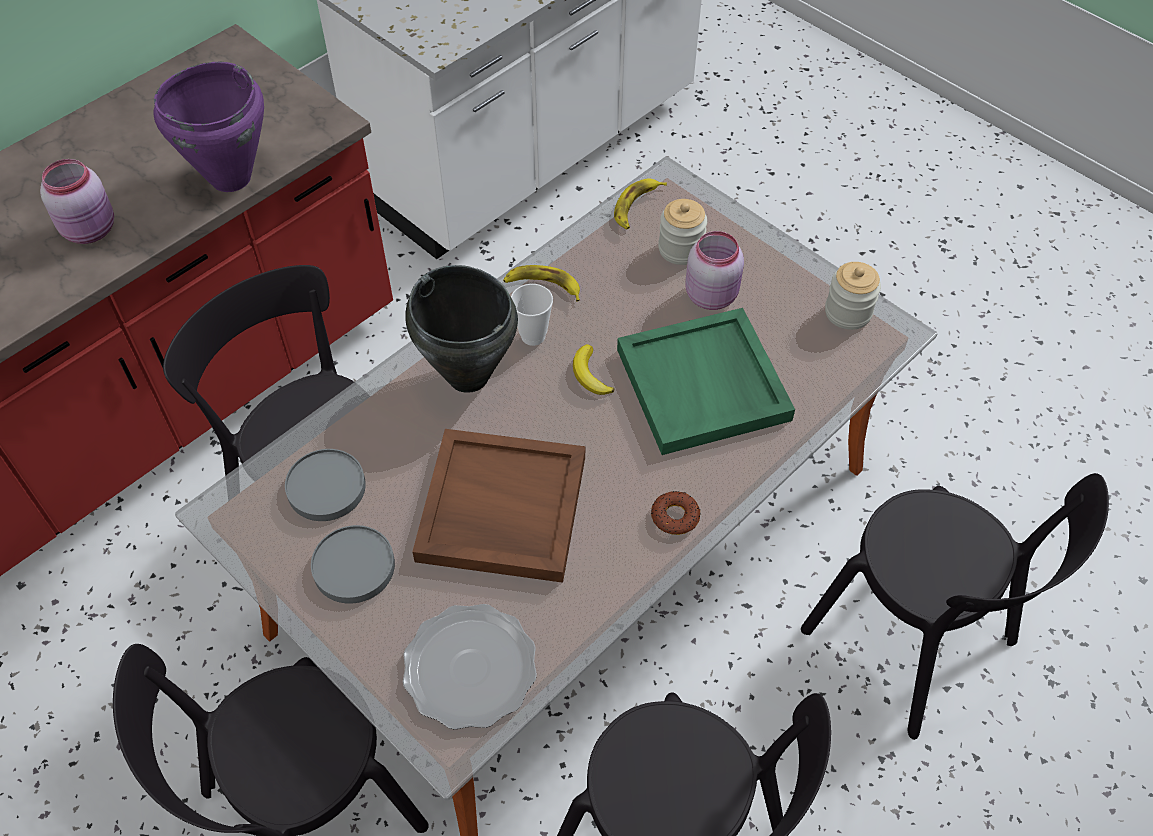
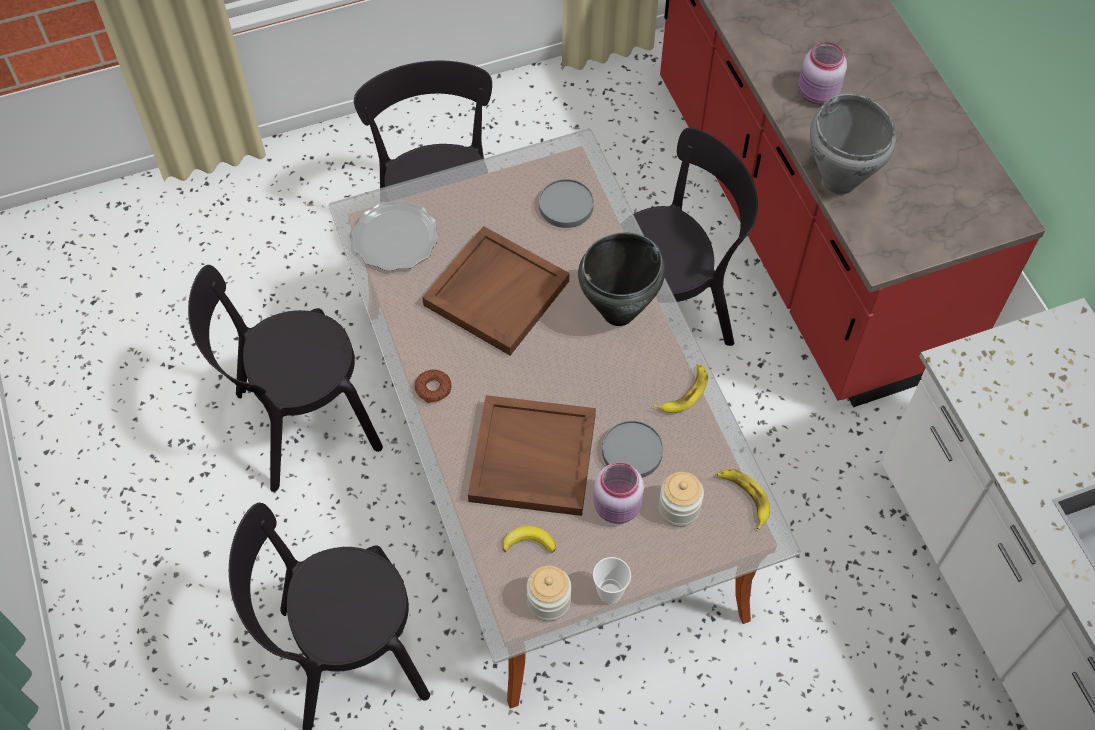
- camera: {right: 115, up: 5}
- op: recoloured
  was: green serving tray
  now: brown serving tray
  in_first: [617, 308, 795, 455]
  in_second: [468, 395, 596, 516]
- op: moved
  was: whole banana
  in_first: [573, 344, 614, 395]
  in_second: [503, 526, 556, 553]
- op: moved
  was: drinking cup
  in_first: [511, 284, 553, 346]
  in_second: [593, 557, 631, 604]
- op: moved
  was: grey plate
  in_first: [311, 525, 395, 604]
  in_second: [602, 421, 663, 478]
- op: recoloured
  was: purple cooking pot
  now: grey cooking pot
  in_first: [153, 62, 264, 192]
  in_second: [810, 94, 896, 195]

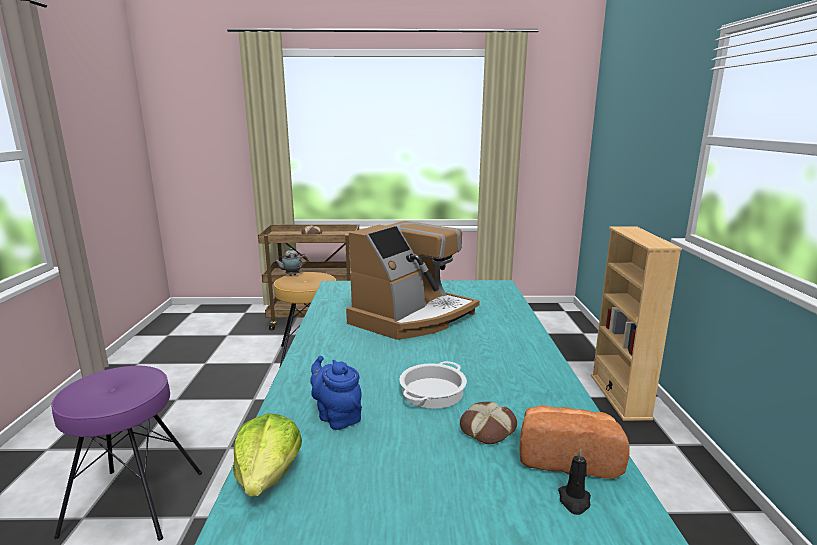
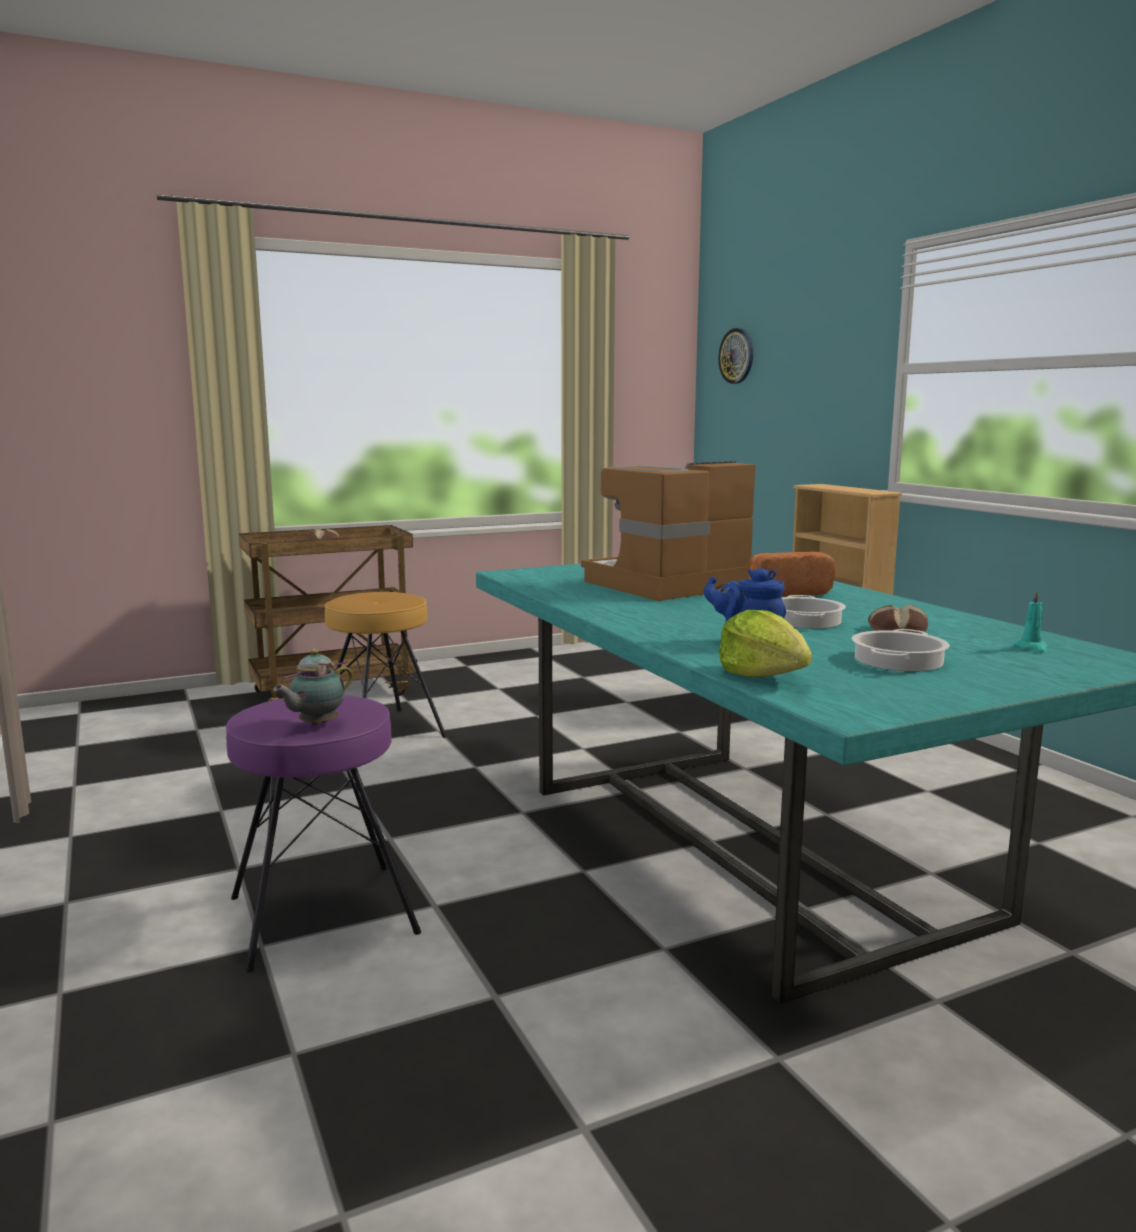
- camera: {right: -25, up: -5}
- op: moved
  was: pot for tea
  in_first: [274, 248, 308, 276]
  in_second: [273, 649, 353, 726]
- op: turned
  was: coffee brewer
  in_first: [346, 221, 480, 340]
  in_second: [581, 461, 756, 601]
  clockwise: -135
- op: added
  now: hanging clock
  in_second: [718, 328, 753, 384]
- op: moved
  was: bread
  in_first: [519, 405, 630, 479]
  in_second: [748, 552, 835, 597]
- op: added
  now: cooking pot
  in_second: [852, 629, 950, 671]
- op: recoloured
  was: black candle
  now: turquoise candle
  in_first: [558, 448, 591, 515]
  in_second: [1013, 591, 1048, 653]

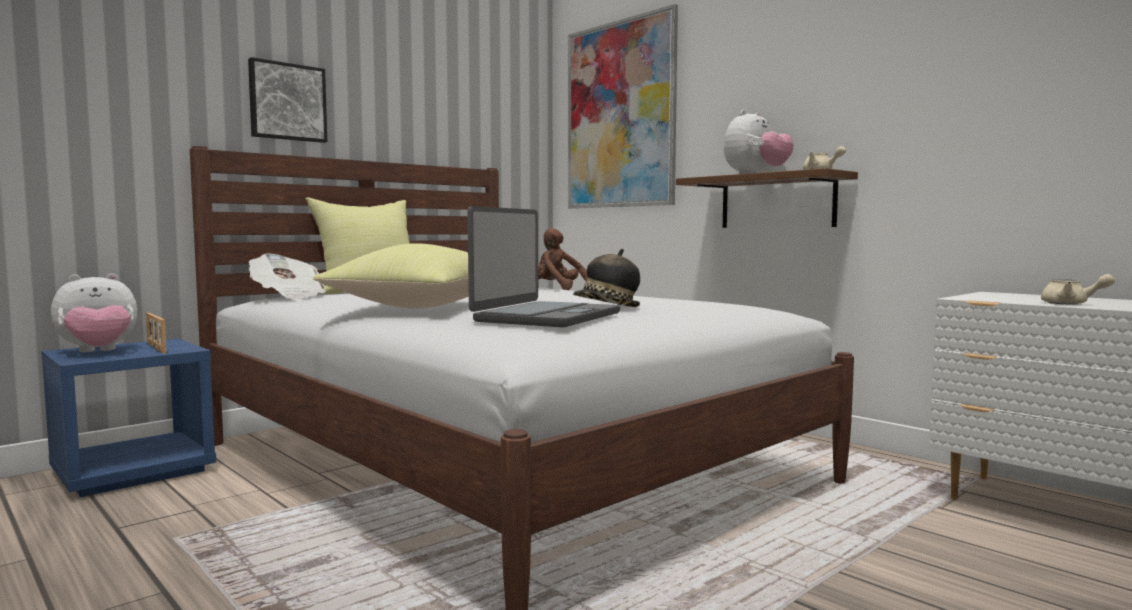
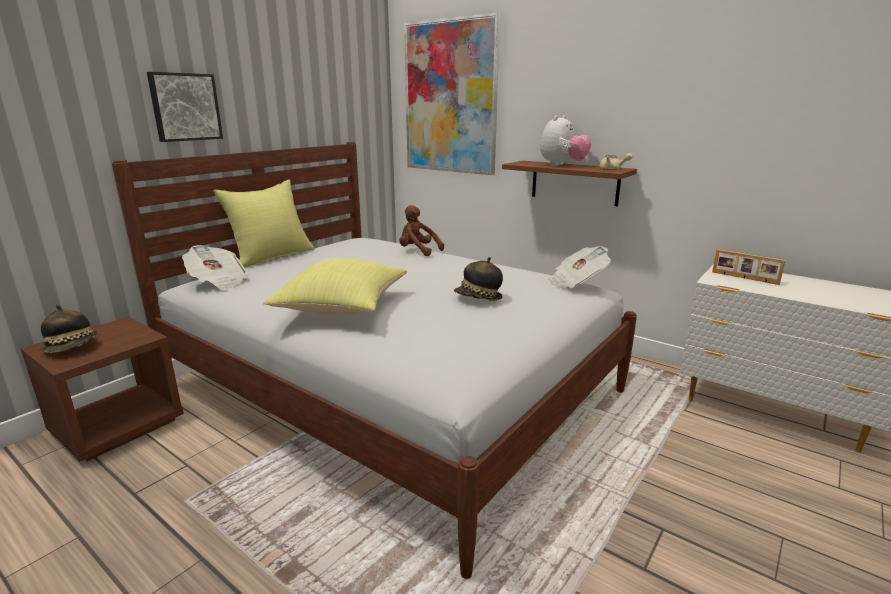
- camera: {right: -10, up: 15}
- op: recoloured
  was: blue-coloured night table
  now: brown night table
  in_first: [41, 339, 216, 497]
  in_second: [21, 317, 184, 461]
- op: replaced
  was: plush toy
  now: wearable hat
  in_first: [51, 273, 137, 352]
  in_second: [41, 305, 98, 353]
- op: added
  now: daily paper
  in_second: [546, 246, 611, 288]
- op: moved
  was: photo frame
  in_first: [146, 312, 167, 353]
  in_second: [712, 249, 786, 285]
- op: removed
  was: notebook computer
  in_first: [468, 206, 620, 327]
- op: removed
  was: sand-coloured pot for tea
  in_first: [1041, 274, 1115, 304]

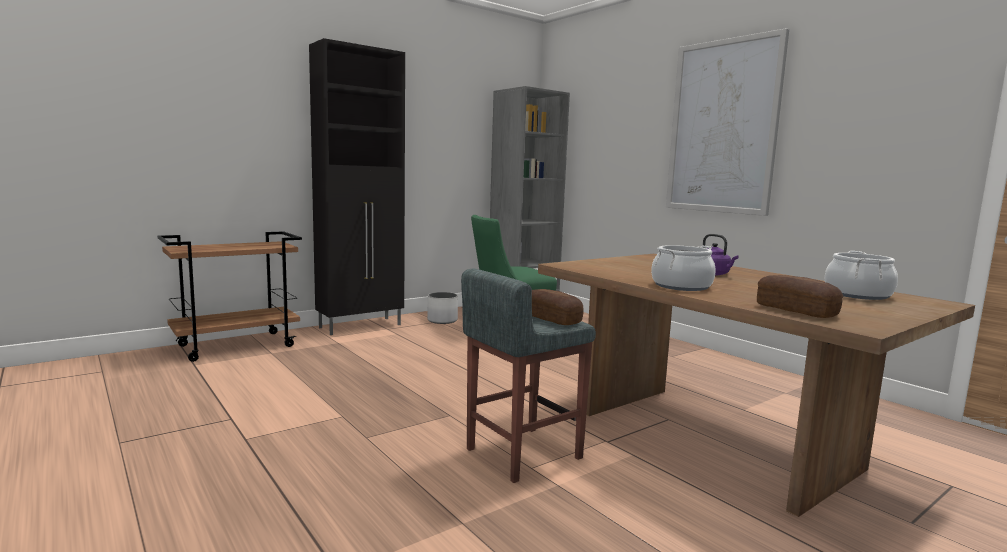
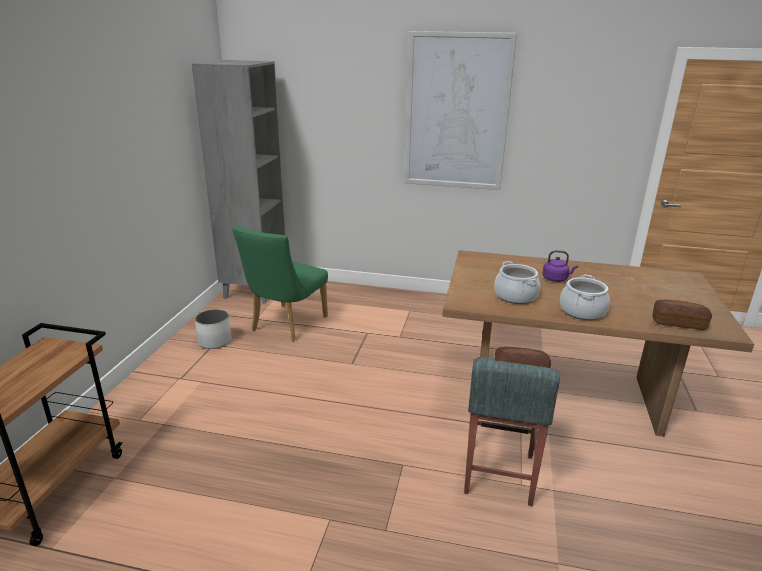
- camera: {right: -40, up: 15}
- op: moved
  was: cooking pot
  in_first: [824, 251, 898, 300]
  in_second: [494, 261, 540, 304]
- op: removed
  was: black cabinet
  in_first: [309, 38, 405, 335]

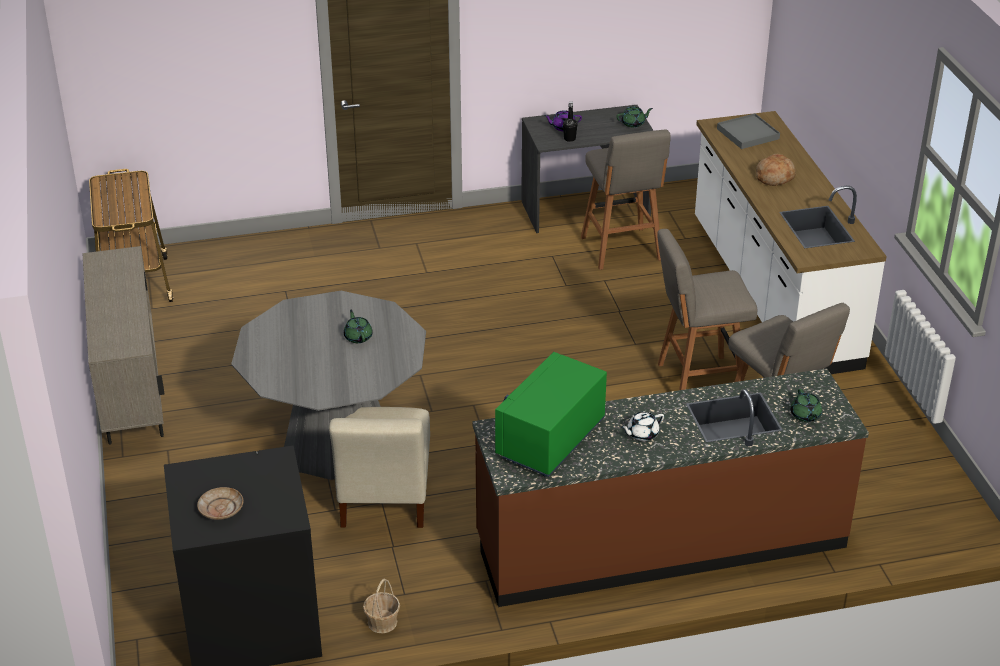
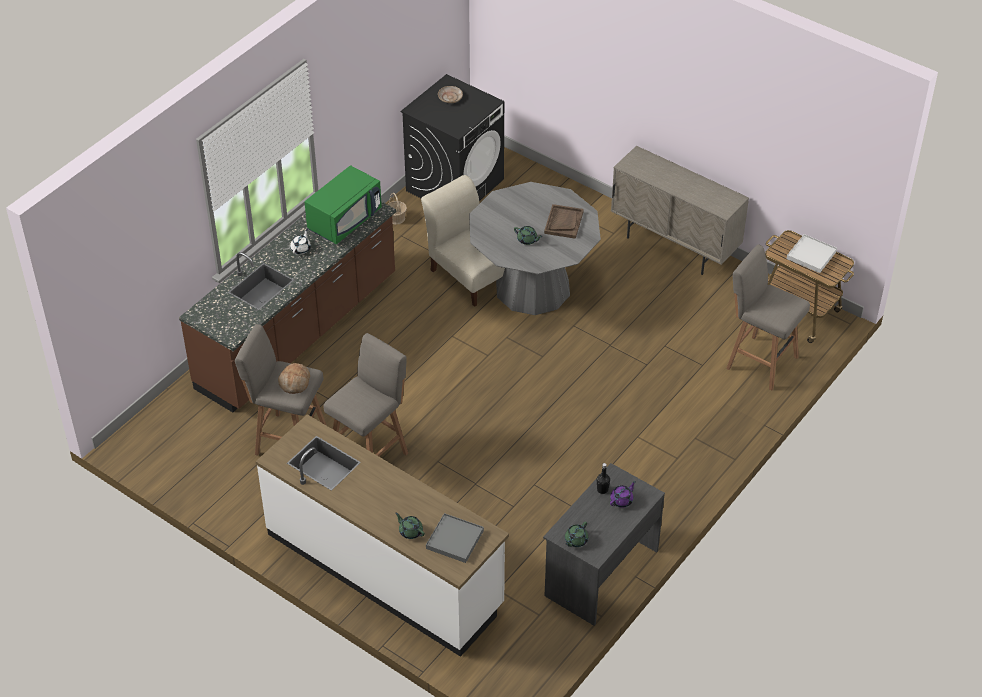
- camera: {right: 140, up: 10}
- op: moved
  was: bread
  in_first: [756, 154, 796, 186]
  in_second: [278, 363, 310, 394]
- op: turned
  was: green microwave oven
  in_first: [495, 352, 607, 477]
  in_second: [305, 165, 382, 244]
  clockwise: 45
- op: moved
  was: green pot for tea
  in_first: [790, 389, 822, 422]
  in_second: [395, 512, 425, 539]
- op: added
  now: brown serving tray
  in_second: [544, 204, 584, 239]
- op: moved
  was: grey stool
  in_first: [581, 130, 671, 270]
  in_second: [726, 245, 810, 391]
- op: added
  now: white-coloured serving tray
  in_second: [787, 234, 837, 273]

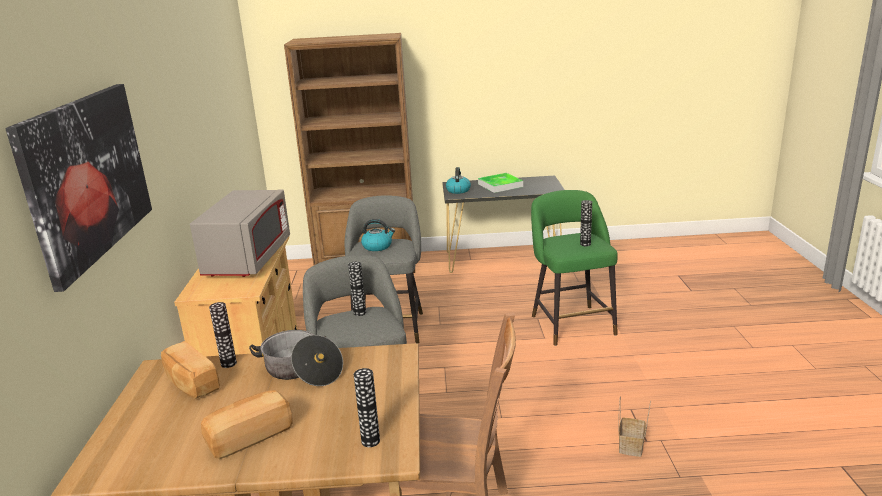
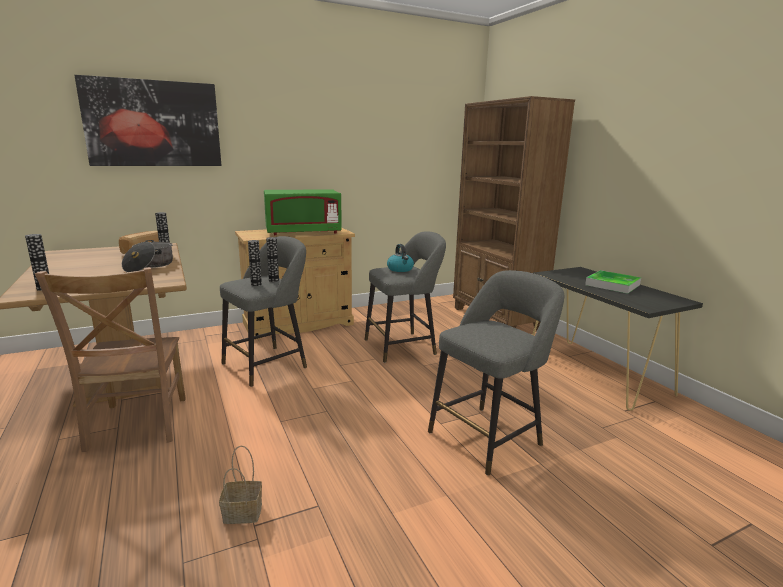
- camera: {right: 65, up: -5}
- op: moved
  was: flower vase
  in_first: [580, 200, 592, 246]
  in_second: [248, 240, 262, 286]
- op: recoloured
  was: grey microwave oven
  now: green microwave oven
  in_first: [190, 189, 290, 277]
  in_second: [264, 190, 342, 235]
- op: recoloured
  was: green stool
  now: grey stool
  in_first: [531, 190, 618, 346]
  in_second: [428, 270, 564, 475]
- op: removed
  was: bread
  in_first: [201, 390, 293, 459]
- op: removed
  was: kettle
  in_first: [446, 167, 471, 194]

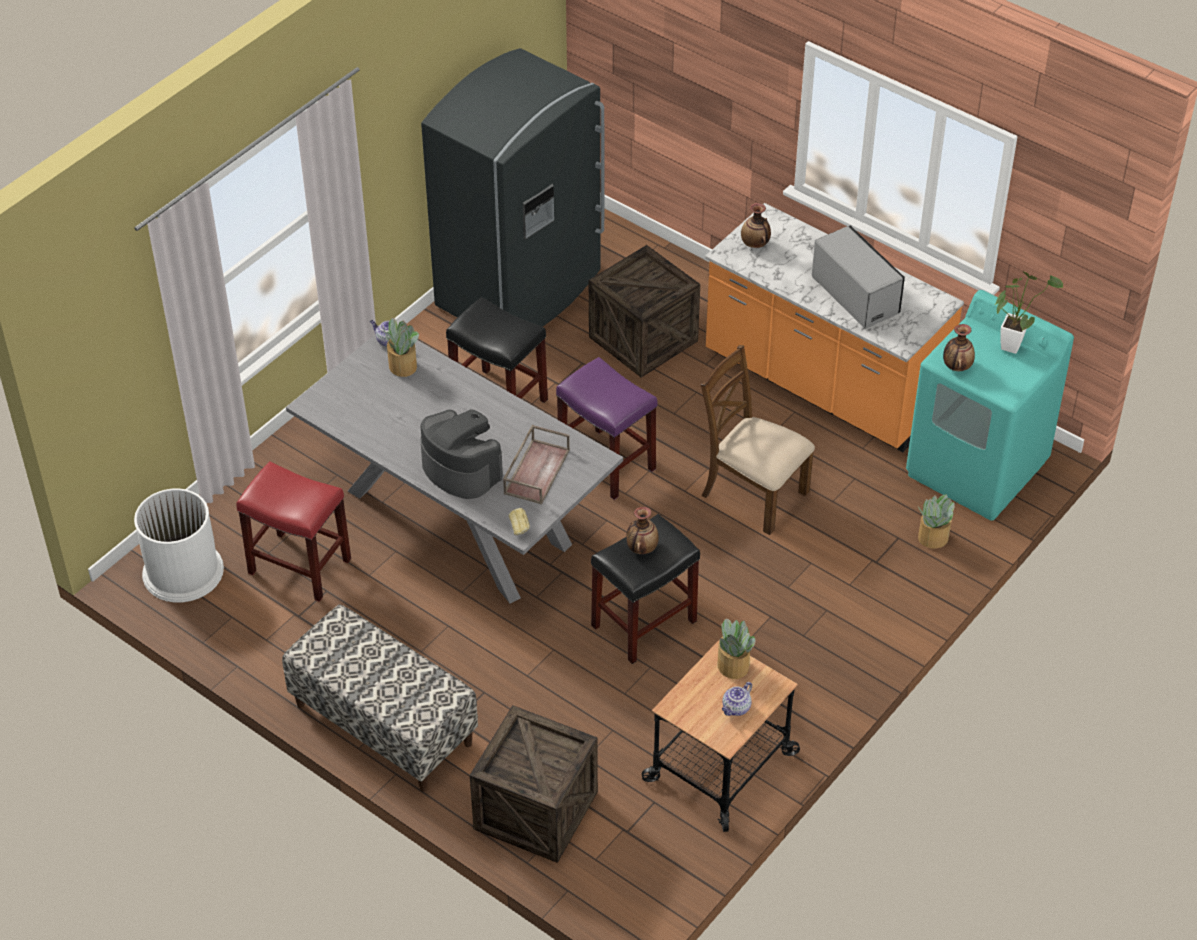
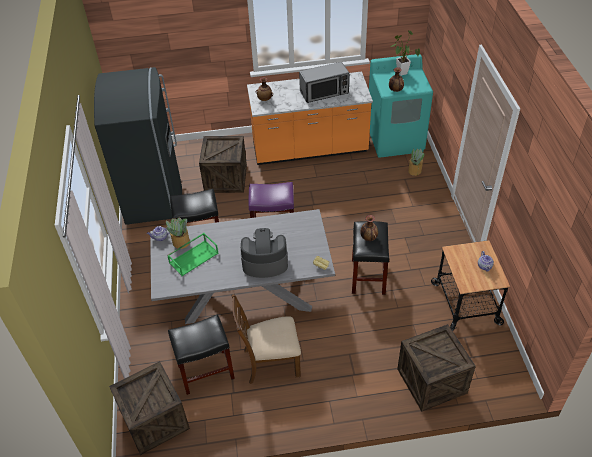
- camera: {right: -45, up: 0}
- op: replaced
  was: white-coloured rubbish bin
  now: crate
  in_first: [134, 489, 224, 603]
  in_second: [109, 361, 190, 455]
- op: added
  now: green serving tray
  in_second: [167, 233, 218, 276]
- op: recoloured
  was: red stool
  now: black stool
  in_first: [236, 462, 351, 602]
  in_second: [168, 314, 235, 395]
- op: moved
  was: brown chair
  in_first: [701, 345, 815, 535]
  in_second: [232, 294, 301, 384]
- op: turned
  was: microwave oven
  in_first: [812, 225, 905, 329]
  in_second: [299, 62, 349, 103]
  clockwise: 150
- op: removed
  was: bench
  in_first: [282, 604, 478, 792]
- op: removed
  was: brown serving tray
  in_first: [503, 425, 570, 505]
- op: removed
  was: plant in a pot
  in_first: [717, 619, 756, 679]

